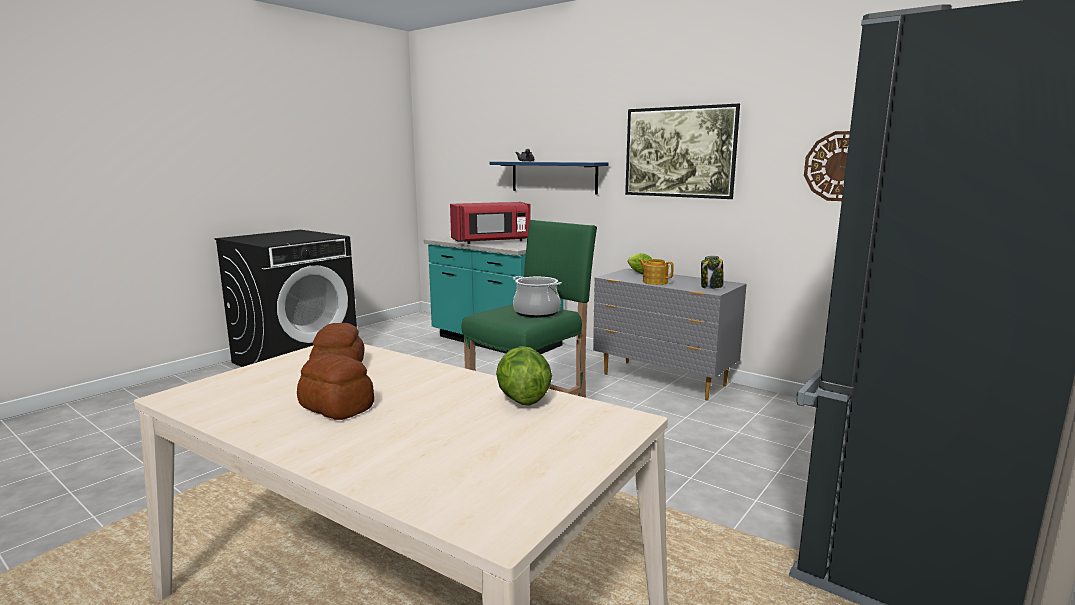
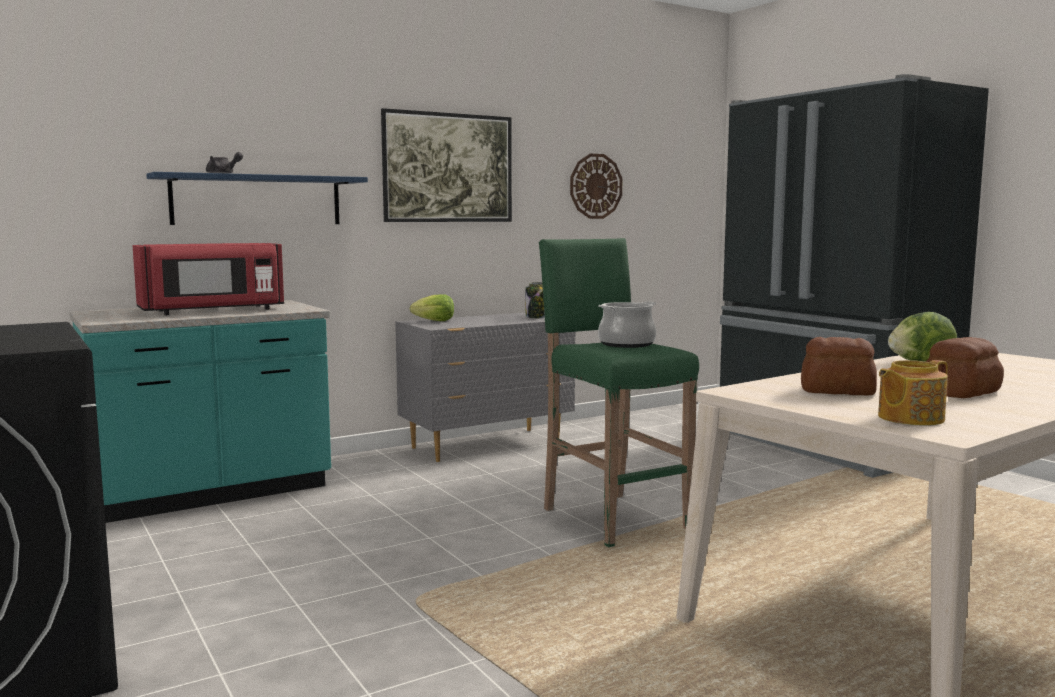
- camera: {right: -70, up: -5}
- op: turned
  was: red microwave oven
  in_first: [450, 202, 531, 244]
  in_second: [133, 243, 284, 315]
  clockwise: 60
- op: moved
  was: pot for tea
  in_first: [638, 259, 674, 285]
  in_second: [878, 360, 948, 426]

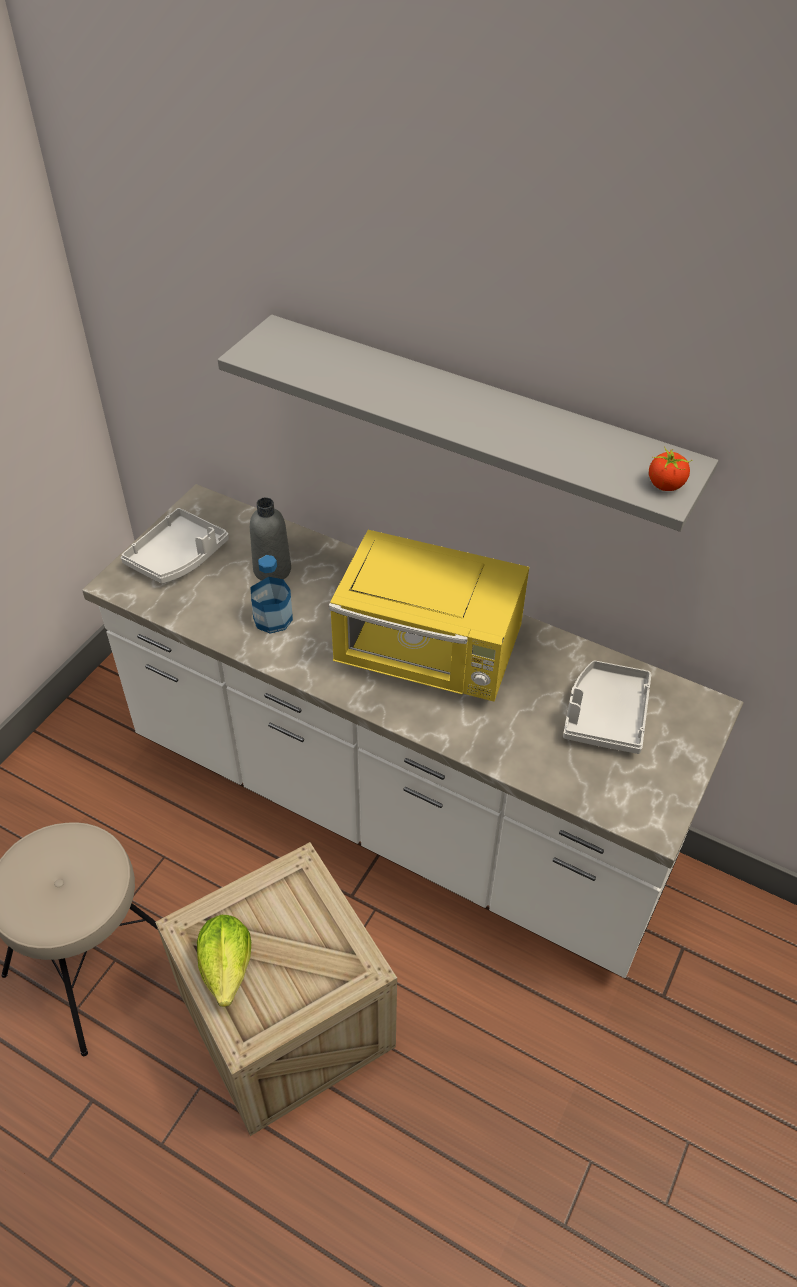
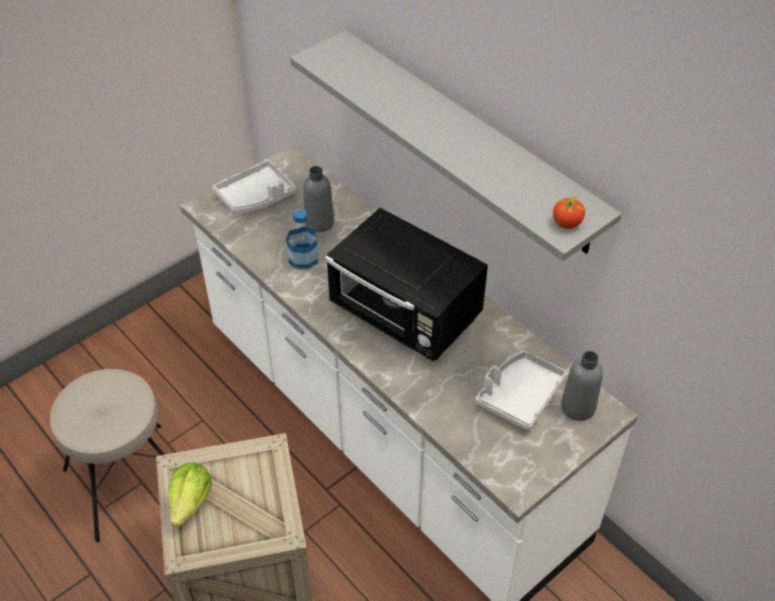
- camera: {right: 20, up: 0}
- op: recoloured
  was: yellowish microwave oven
  now: black microwave oven
  in_first: [329, 530, 529, 702]
  in_second: [325, 208, 488, 361]
- op: added
  now: grey bottle
  in_second: [561, 351, 603, 421]

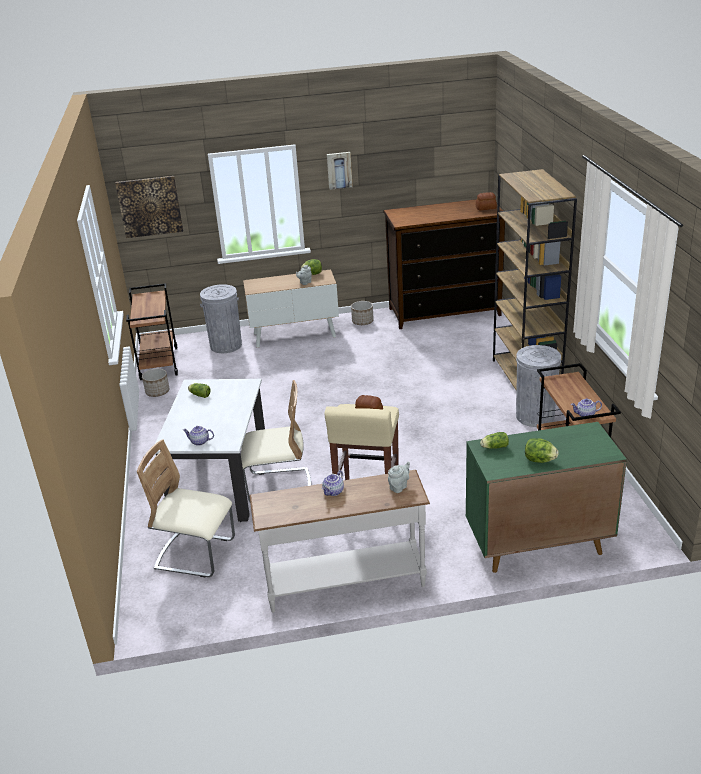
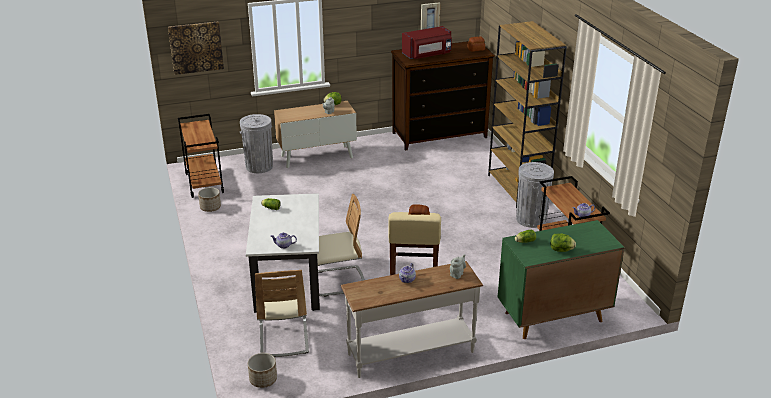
- camera: {right: -10, up: 0}
- op: moved
  was: flower pot
  in_first: [351, 301, 374, 325]
  in_second: [248, 353, 277, 388]
- op: turned
  was: sand-coloured chair
  in_first: [137, 439, 235, 578]
  in_second: [255, 270, 309, 357]
  clockwise: -105
- op: added
  now: red microwave oven
  in_second: [402, 26, 452, 59]
- op: moved
  was: wall picture
  in_first: [327, 152, 353, 190]
  in_second: [421, 3, 440, 30]

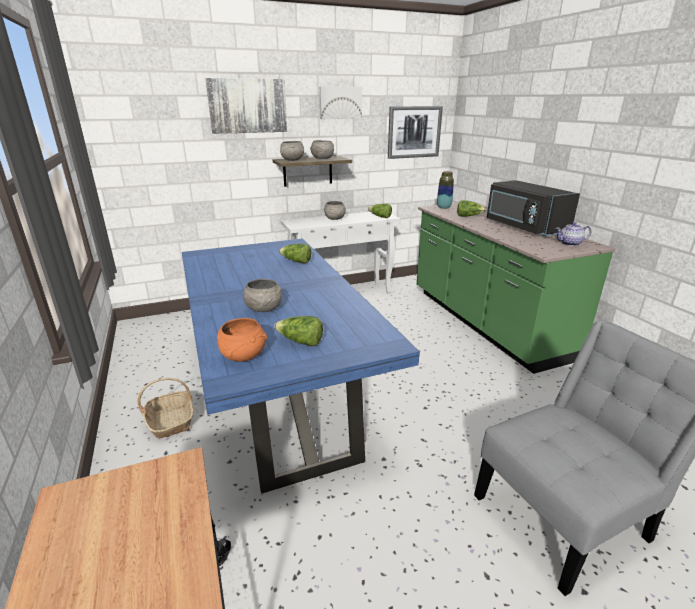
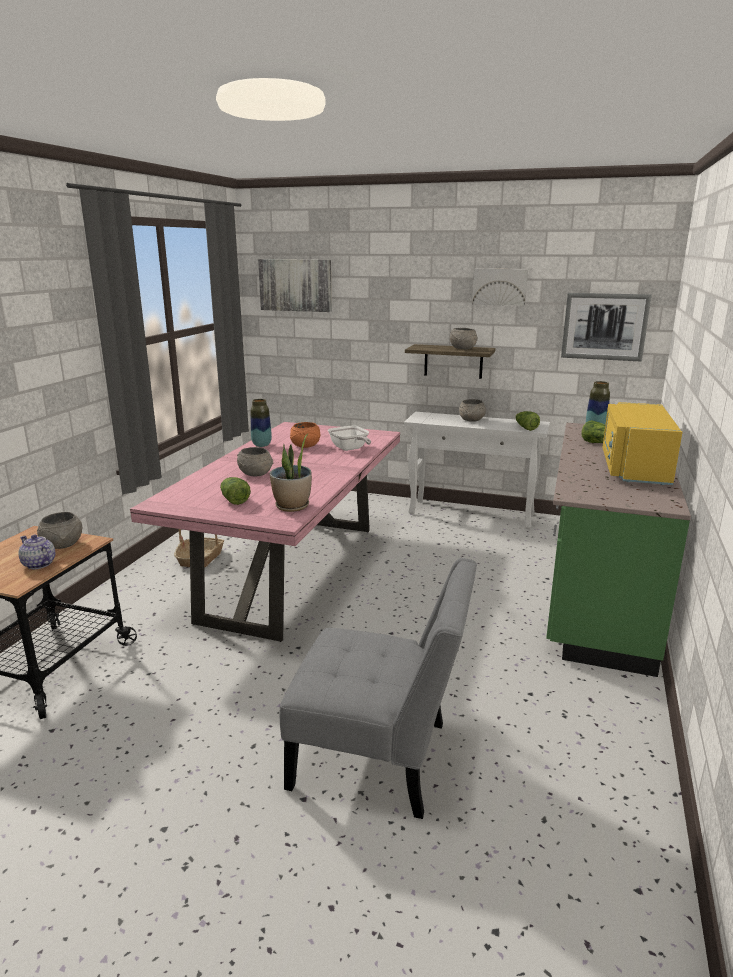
- camera: {right: 40, up: -5}
- op: moved
  was: pot for tea
  in_first: [555, 222, 591, 246]
  in_second: [18, 535, 55, 569]
- op: moved
  was: grey serving bowl
  in_first: [280, 141, 304, 161]
  in_second: [37, 512, 82, 549]
- op: recoloured
  was: blue-coloured kitchen table
  now: pinkish kitchen table
  in_first: [182, 238, 420, 494]
  in_second: [130, 422, 400, 642]
- op: added
  now: flower vase
  in_second: [251, 399, 272, 447]
- op: moved
  was: wall picture
  in_first: [205, 78, 287, 134]
  in_second: [258, 259, 332, 312]
- op: added
  now: plant in a pot
  in_second: [270, 433, 312, 512]
- op: moved
  was: orange serving bowl
  in_first: [217, 318, 267, 362]
  in_second: [290, 422, 320, 448]
- op: replaced
  was: lettuce head
  now: frying pan
  in_first: [279, 244, 311, 263]
  in_second: [328, 426, 371, 451]
- op: recoloured
  was: black microwave oven
  now: yellowish microwave oven
  in_first: [487, 180, 580, 237]
  in_second: [602, 402, 682, 485]

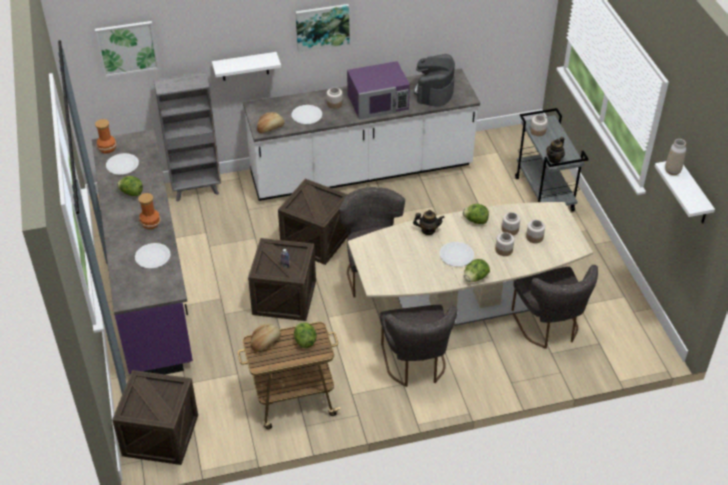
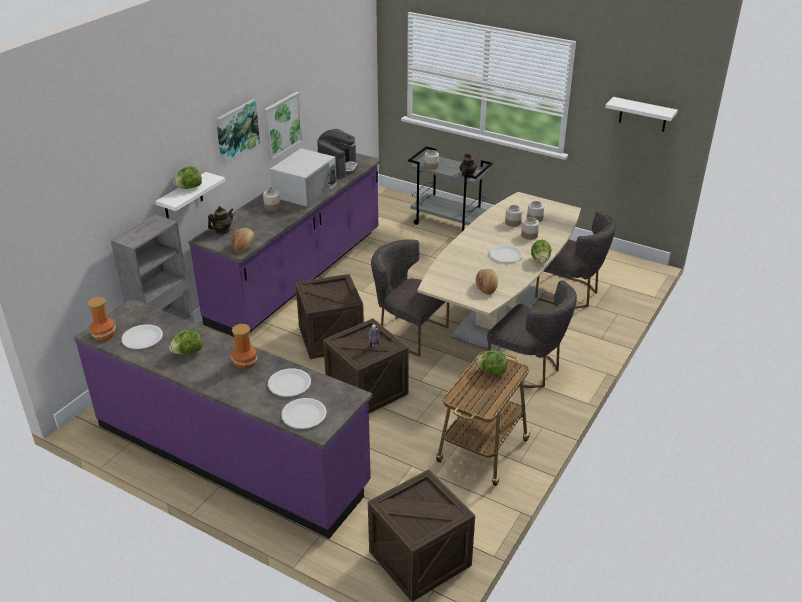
- camera: {right: -45, up: -10}
- op: moved
  was: lettuce head
  in_first: [463, 204, 489, 224]
  in_second: [173, 167, 202, 189]
- op: recoloured
  was: white-coloured counter
  now: purple counter
  in_first: [243, 68, 480, 201]
  in_second: [189, 153, 381, 337]
- op: moved
  was: pot for tea
  in_first: [413, 210, 445, 235]
  in_second: [208, 206, 234, 234]
- op: moved
  was: wall picture
  in_first: [95, 21, 159, 77]
  in_second: [264, 92, 303, 160]
- op: recoloured
  was: purple microwave oven
  now: white-coloured microwave oven
  in_first: [347, 61, 410, 120]
  in_second: [270, 148, 337, 207]
- op: moved
  was: white-coloured plate
  in_first: [291, 105, 322, 124]
  in_second: [281, 398, 327, 429]
- op: turned
  was: coffee brewer
  in_first: [414, 54, 455, 107]
  in_second: [317, 129, 358, 178]
  clockwise: -135
- op: moved
  was: bread
  in_first: [251, 324, 281, 352]
  in_second: [476, 269, 498, 295]
- op: removed
  was: flower vase
  in_first: [665, 139, 686, 175]

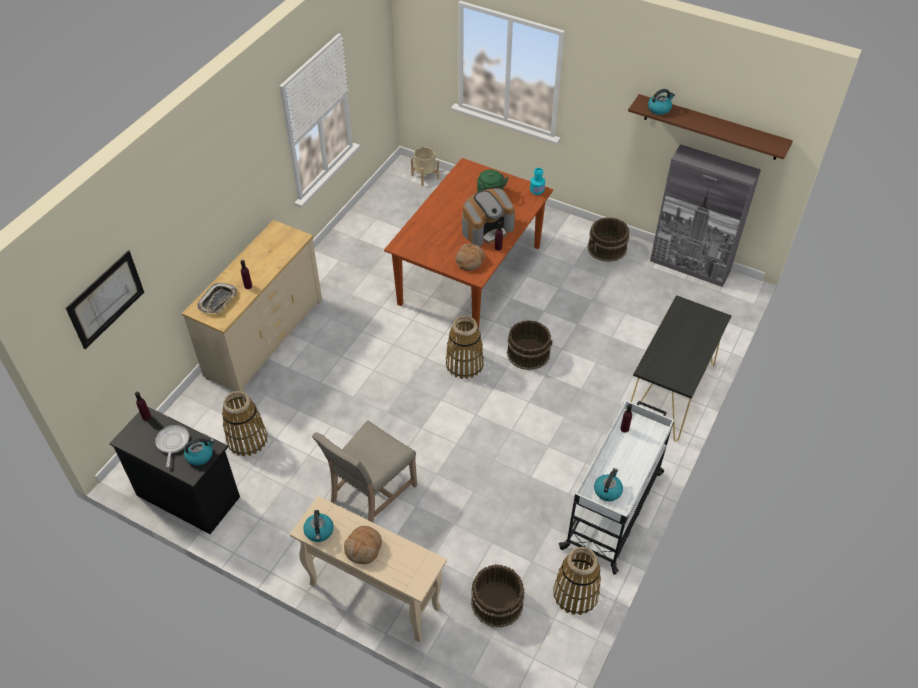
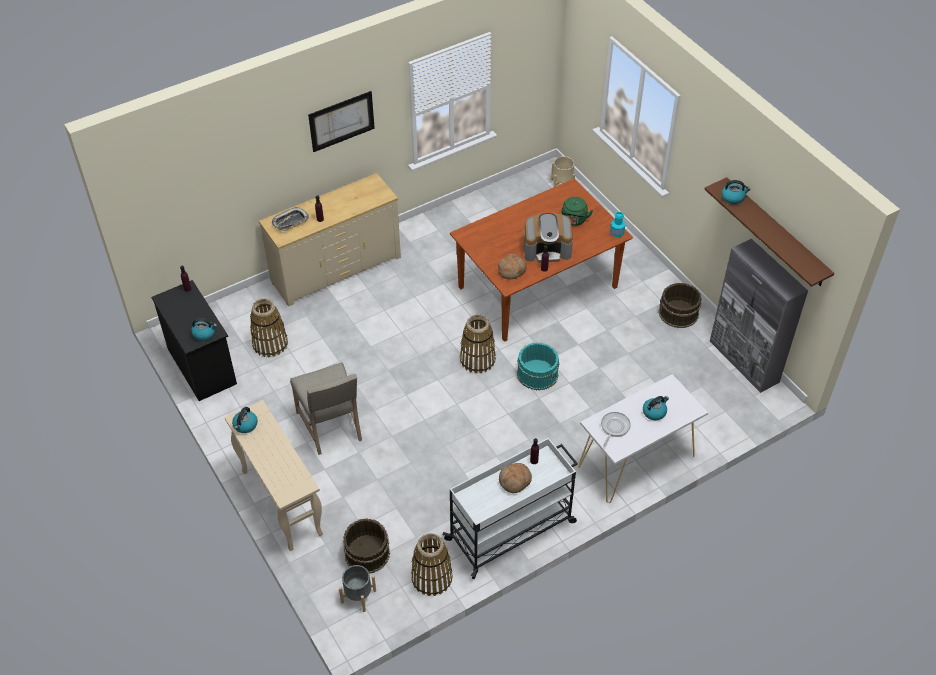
- camera: {right: 30, up: 0}
- op: turned
  was: sand-coloured chair
  in_first: [312, 421, 417, 523]
  in_second: [290, 362, 362, 455]
  clockwise: -90
- op: moved
  was: wall picture
  in_first: [66, 250, 144, 349]
  in_second: [308, 91, 375, 152]
- op: added
  now: grey flower pot
  in_second: [339, 565, 376, 612]
- op: moved
  was: bread
  in_first: [344, 526, 382, 564]
  in_second: [499, 463, 532, 493]
- op: recoloured
  was: brown water bucket
  now: turquoise water bucket
  in_first: [507, 320, 553, 370]
  in_second: [517, 342, 560, 390]
- op: recoloured
  was: black hall table
  now: white-coloured hall table
  in_first: [631, 295, 732, 442]
  in_second: [578, 374, 708, 503]
- op: moved
  was: frying pan
  in_first: [155, 425, 189, 467]
  in_second: [601, 412, 631, 446]
- op: moved
  was: kettle
  in_first: [594, 468, 623, 501]
  in_second: [643, 396, 669, 420]

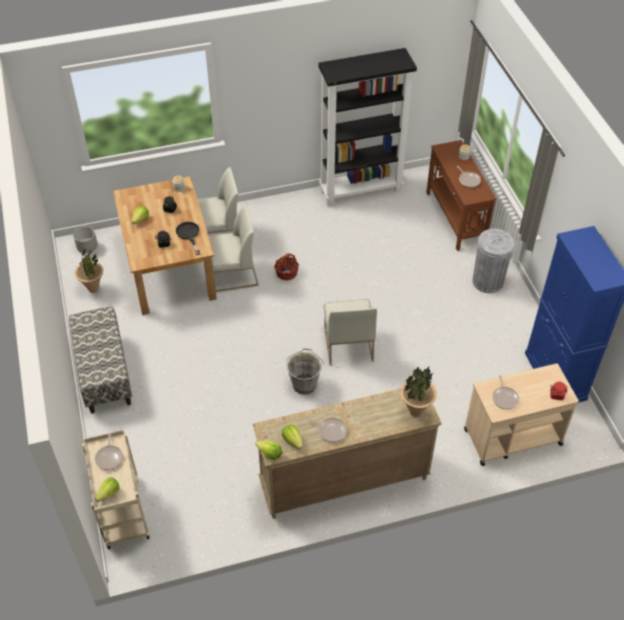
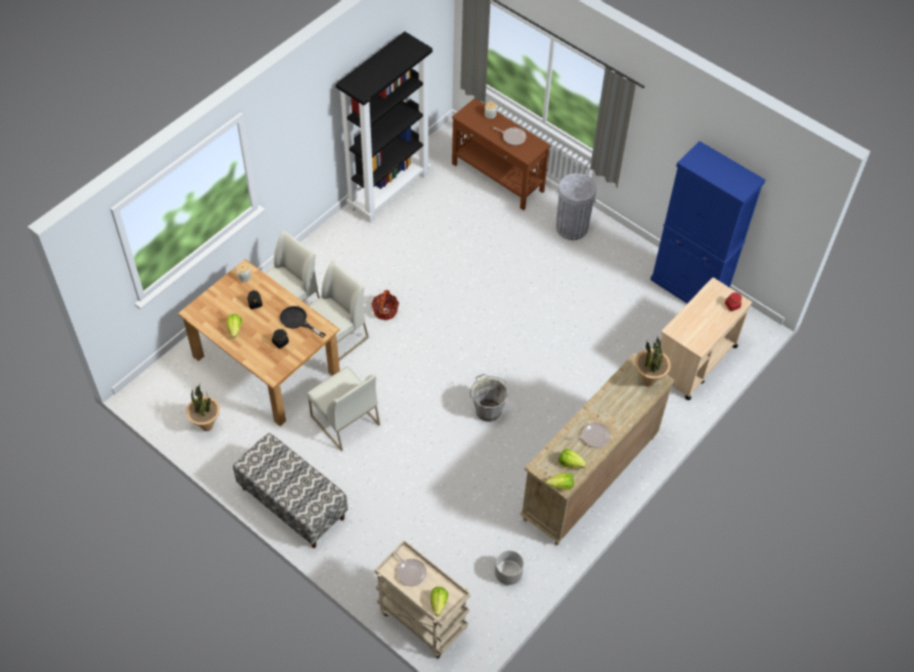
- camera: {right: -35, up: 5}
- op: moved
  was: white-coloured chair
  in_first: [323, 299, 377, 365]
  in_second: [307, 367, 380, 451]
- op: moved
  was: grey flower pot
  in_first: [73, 226, 98, 253]
  in_second: [495, 550, 524, 585]
- op: removed
  was: frying pan
  in_first: [492, 375, 519, 409]

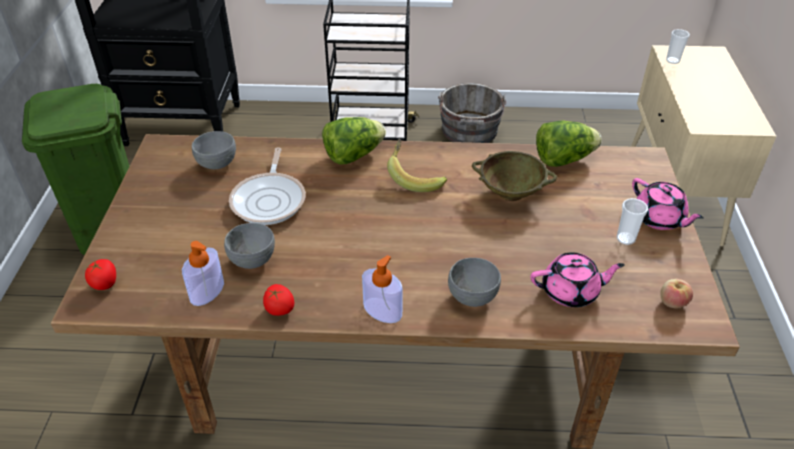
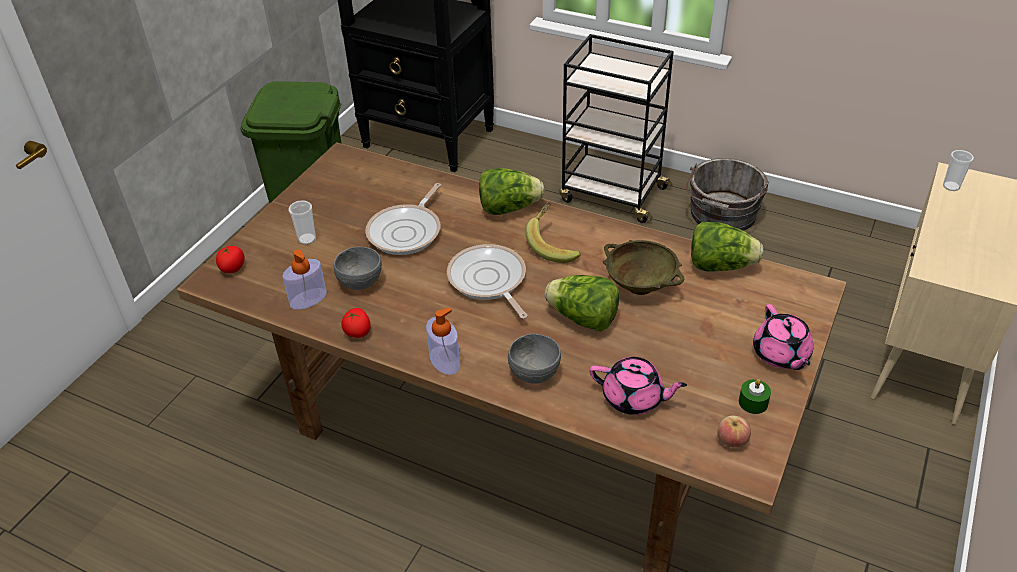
- camera: {right: 25, up: 0}
- op: moved
  was: drinking cup
  in_first: [617, 198, 648, 245]
  in_second: [289, 200, 316, 245]
- op: added
  now: frying pan
  in_second: [447, 244, 528, 319]
- op: added
  now: lettuce head
  in_second: [545, 275, 619, 332]
- op: added
  now: green candle
  in_second: [739, 379, 771, 414]
- op: removed
  was: grey serving bowl
  in_first: [192, 131, 236, 169]

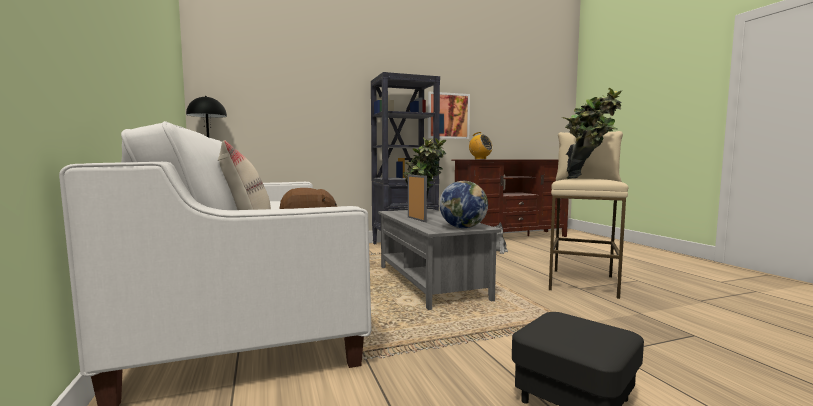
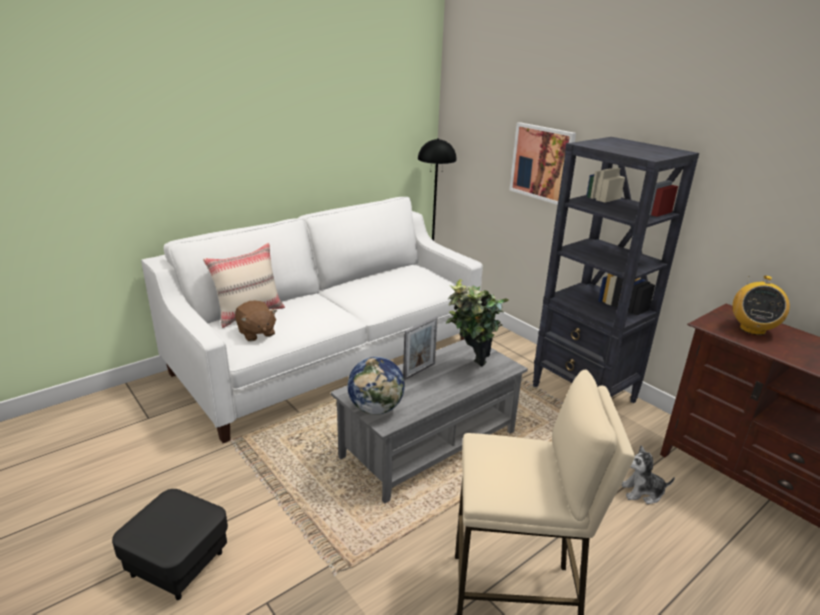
- camera: {right: 70, up: 20}
- op: moved
  was: wall picture
  in_first: [428, 92, 470, 139]
  in_second: [509, 122, 576, 205]
- op: removed
  was: plant in a pot
  in_first: [562, 88, 622, 179]

